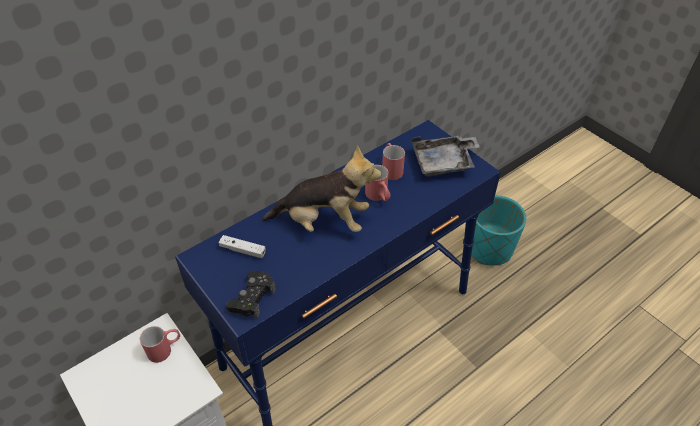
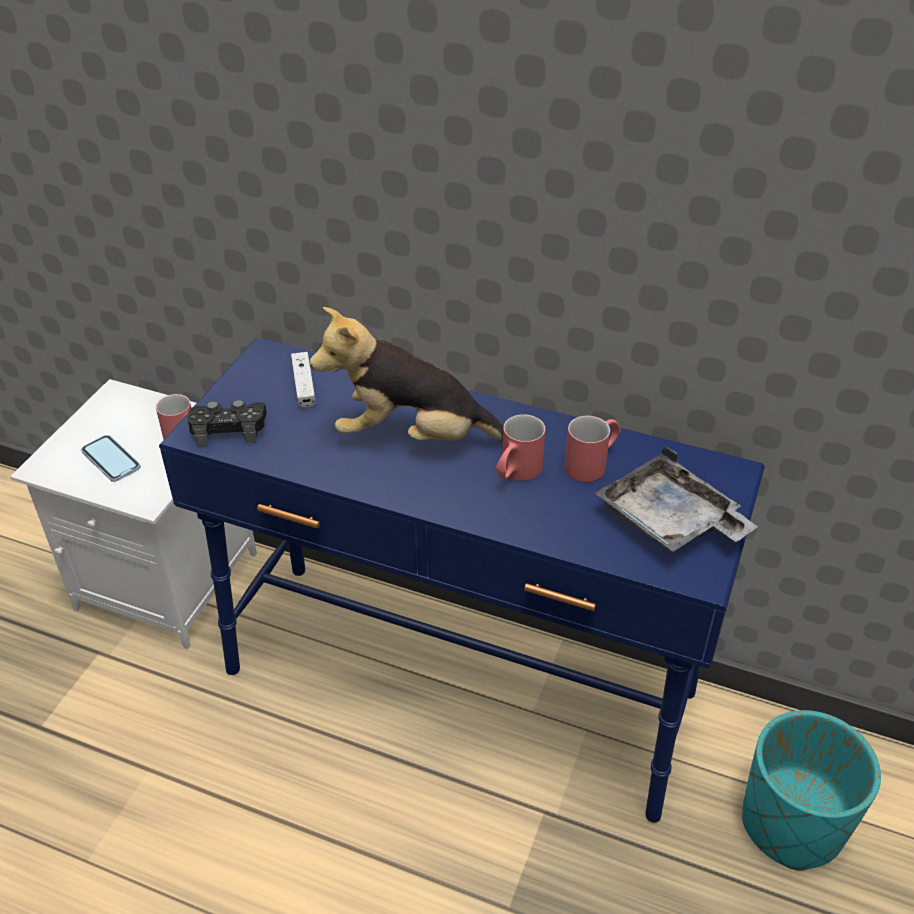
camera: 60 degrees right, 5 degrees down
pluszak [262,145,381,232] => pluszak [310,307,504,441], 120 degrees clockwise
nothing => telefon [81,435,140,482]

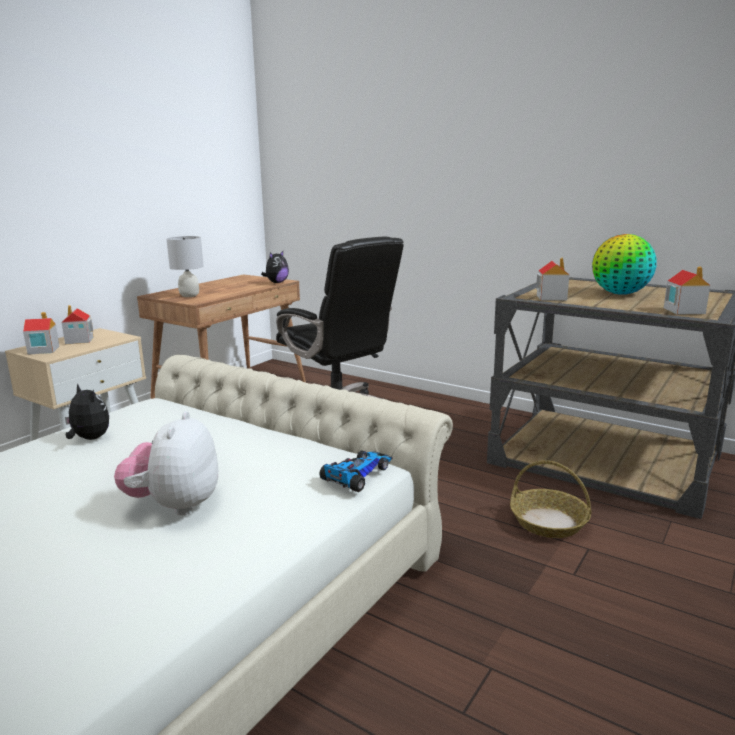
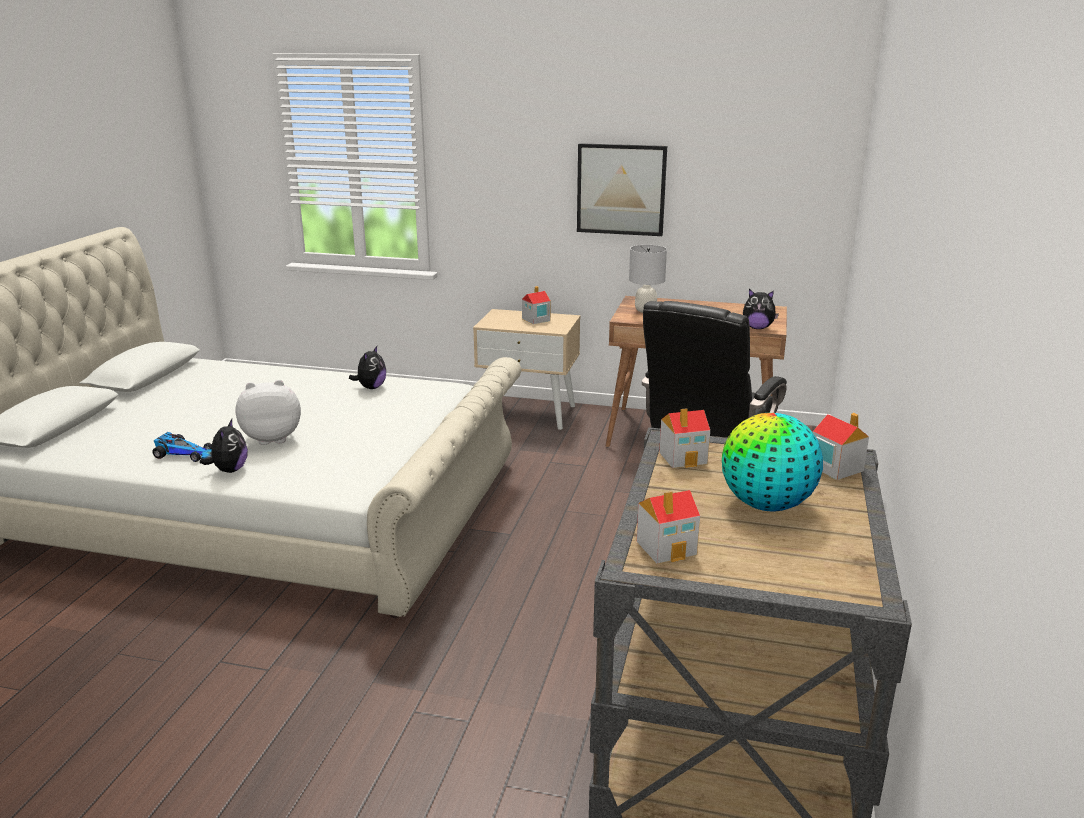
camera: 70 degrees right, 5 degrees up
domek [23,312,60,355] => domek [813,413,869,480], shifted
samochodzik [319,450,392,492] => samochodzik [153,432,212,462], shifted
koszyk [510,460,592,538] => nothing
nothing => obraz [577,143,667,236]
nothing => pluszak [200,419,248,473]

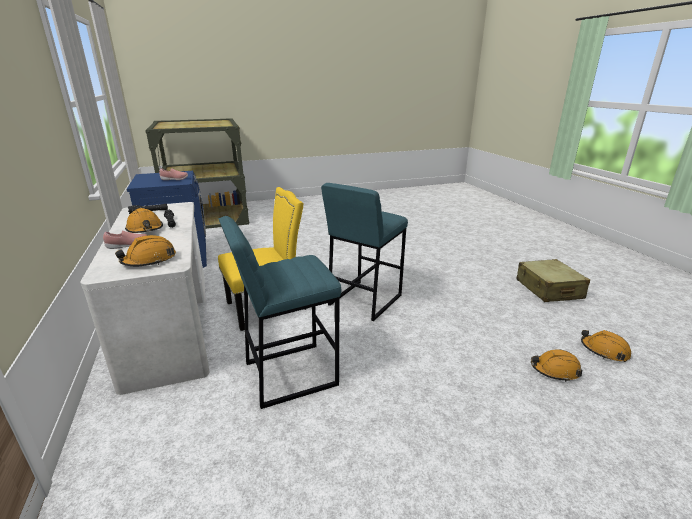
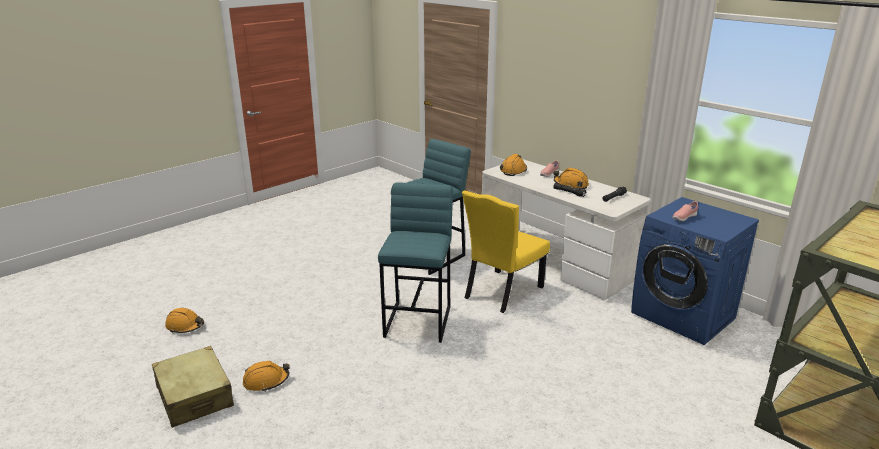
camera: 155 degrees right, 0 degrees up
kask/pomarańczowy [531,349,582,382] => kask/pomarańczowy [243,361,290,392], shifted

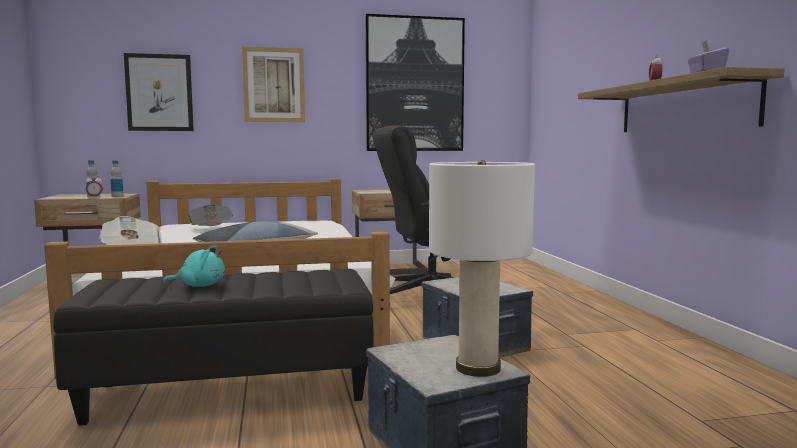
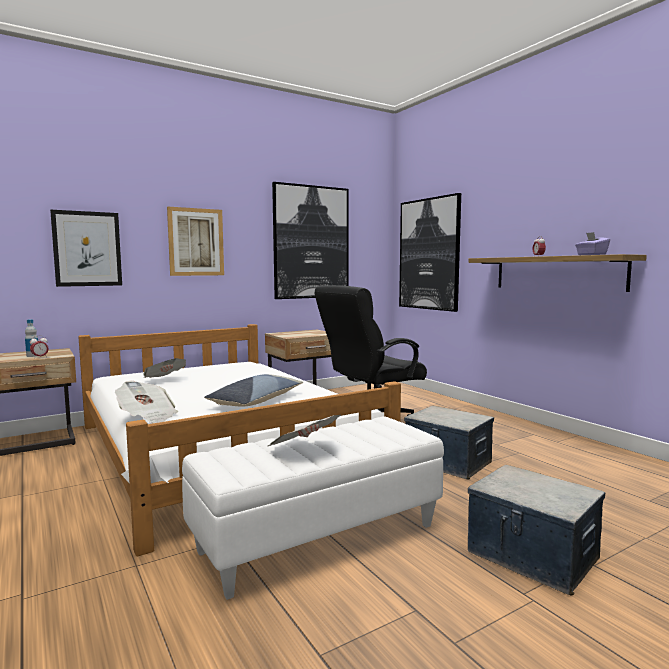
camera: 20 degrees left, 0 degrees up
butelka [111,160,124,197] => nothing
lampa stołowa/biały [429,160,535,377] => nothing
pluszak/turkusowy [162,246,225,287] => gazeta [268,415,341,446]
pufa/czarny [53,269,374,426] => pufa/biały [182,416,444,600]
nothing => obraz [399,193,461,312]

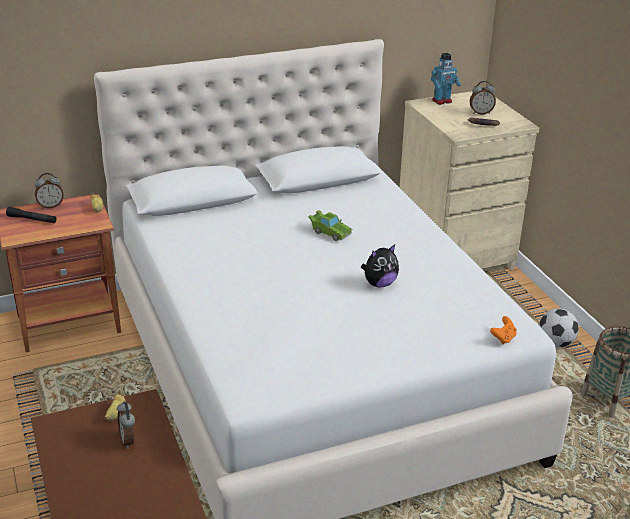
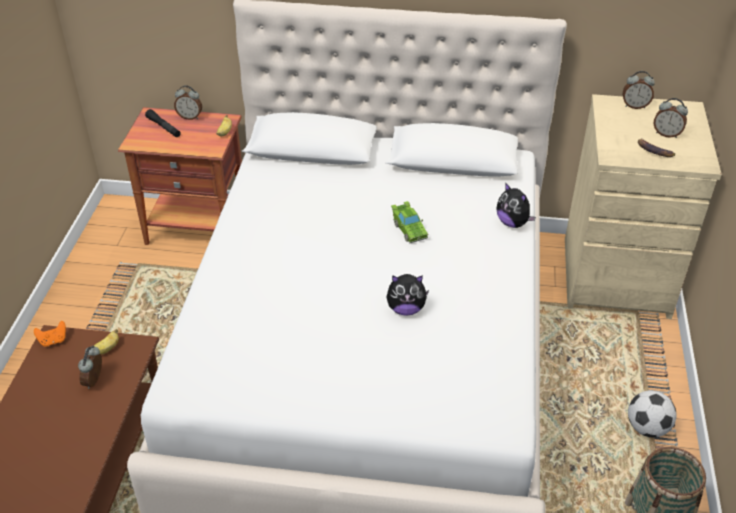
camera: 30 degrees right, 10 degrees up
robot zabawkowy [431,53,461,105] => budzik [623,71,655,109]
pad do gier/pomarańczowy [490,316,517,345] => pad do gier/pomarańczowy [34,321,66,346], shifted
nothing => pluszak [496,182,536,228]

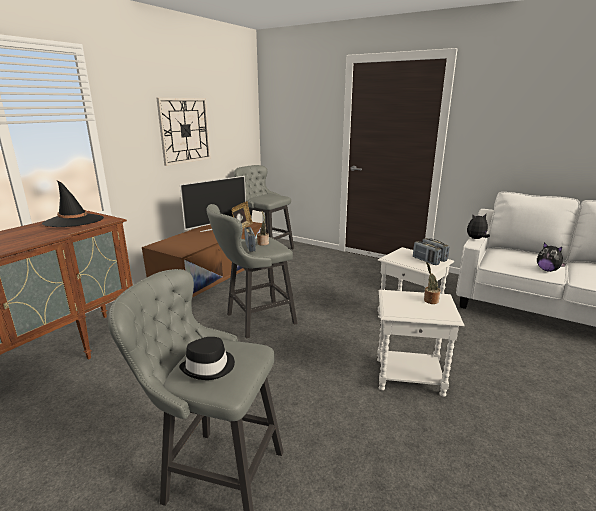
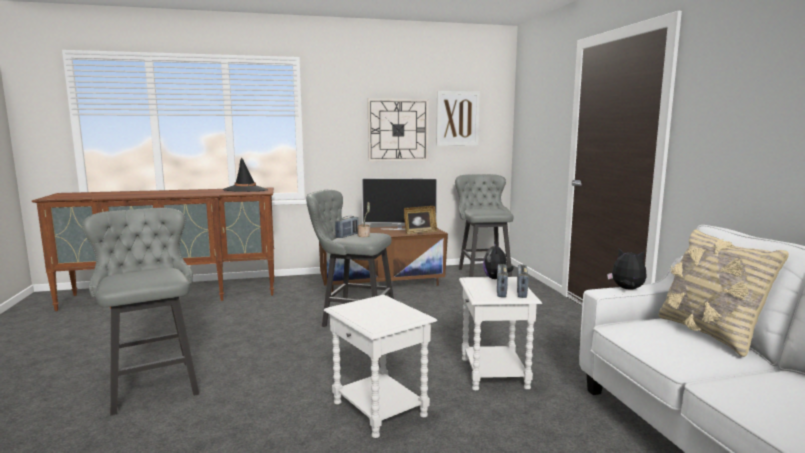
camera: 45 degrees right, 10 degrees down
pluszak [537,242,567,272] => pluszak [483,242,514,279], shifted
roślina doniczkowa [424,262,440,304] => nothing
kapelusz/czarny [179,337,235,380] => nothing
nothing => obraz [436,91,480,146]
nothing => poduszka/beżowy [659,229,789,357]

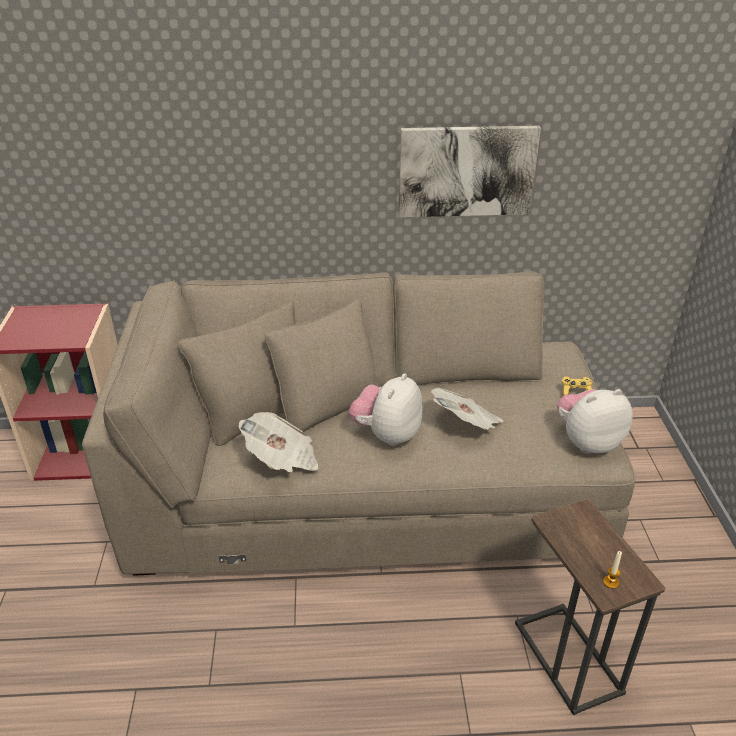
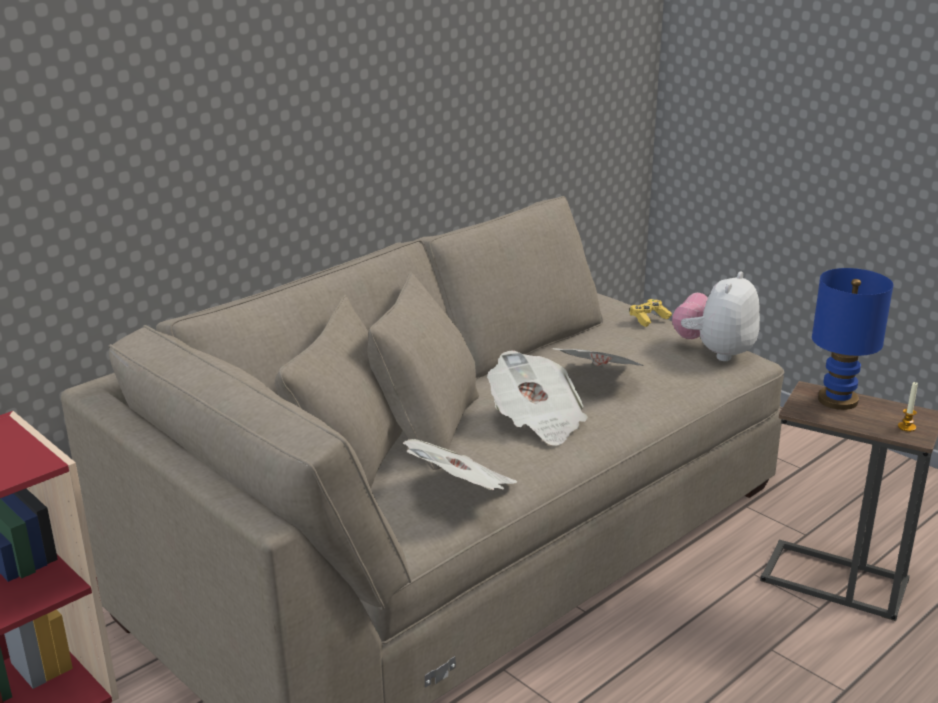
camera: 40 degrees left, 10 degrees down
obraz [399,126,541,217] => nothing
pluszak [349,373,423,446] => gazeta [487,350,588,446]
nothing => lampa stołowa/niebieski [812,268,893,410]

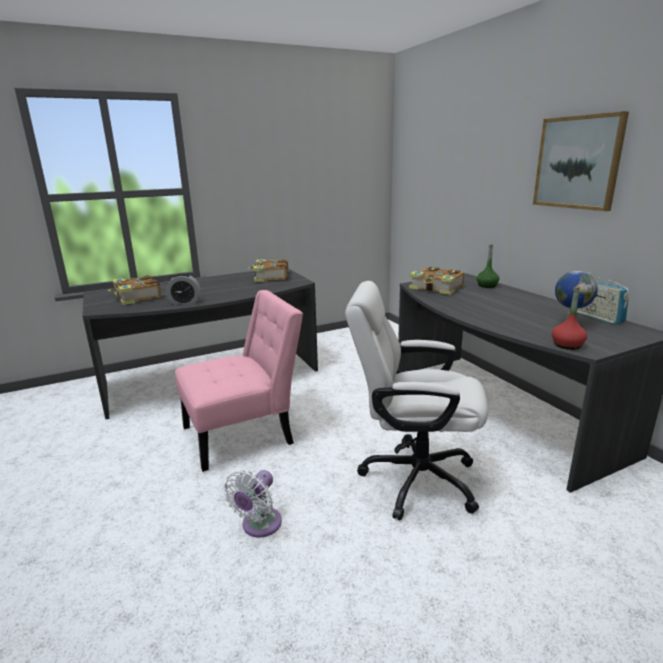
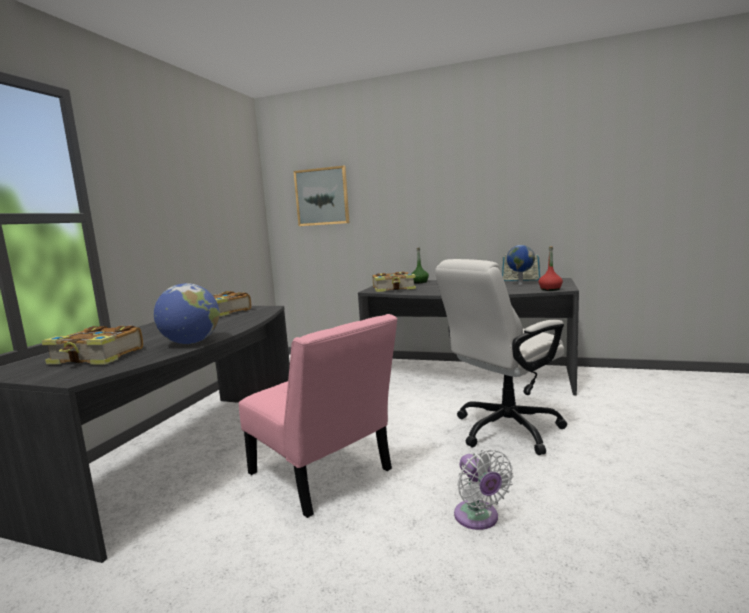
camera: 45 degrees left, 10 degrees down
obraz [533,111,629,211] => obraz [294,166,350,226], shifted
budzik [166,273,200,305] => globus [154,283,219,344]
krzesło/różowy [175,290,303,472] => krzesło/różowy [239,314,398,518], 120 degrees clockwise

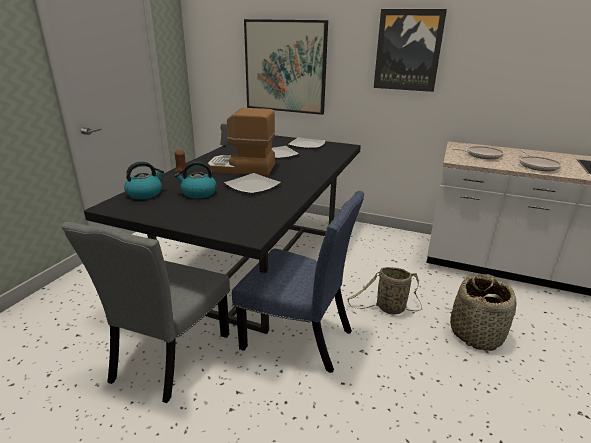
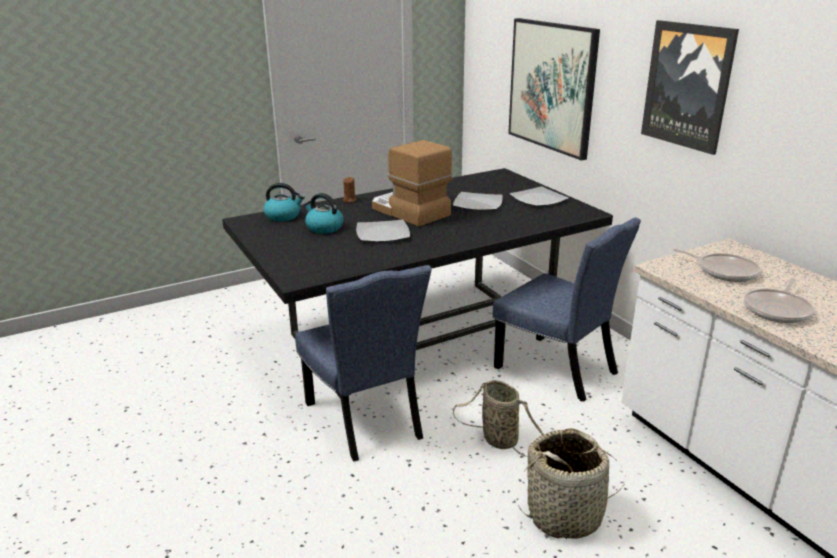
camera: 40 degrees right, 0 degrees up
krzesło/szary [61,222,230,403] => nothing
nothing => krzesło/niebieski [492,218,641,401]

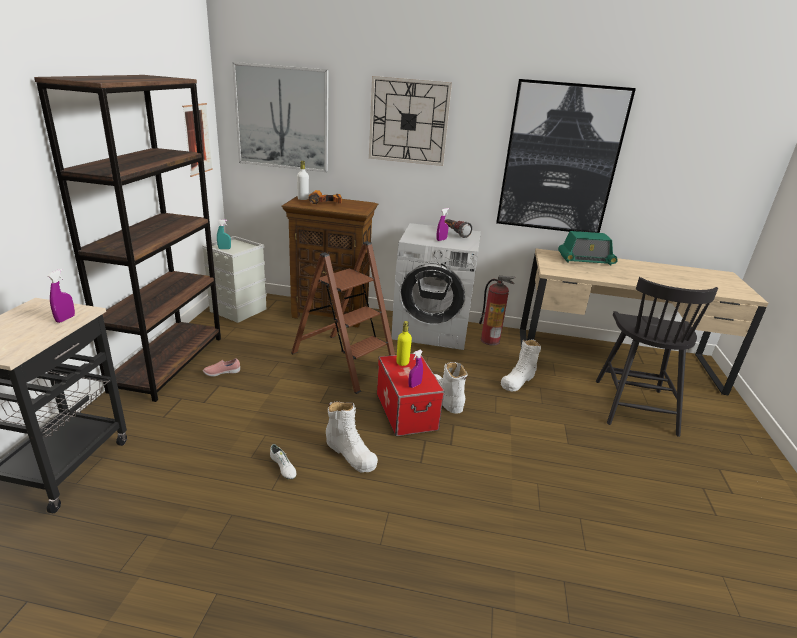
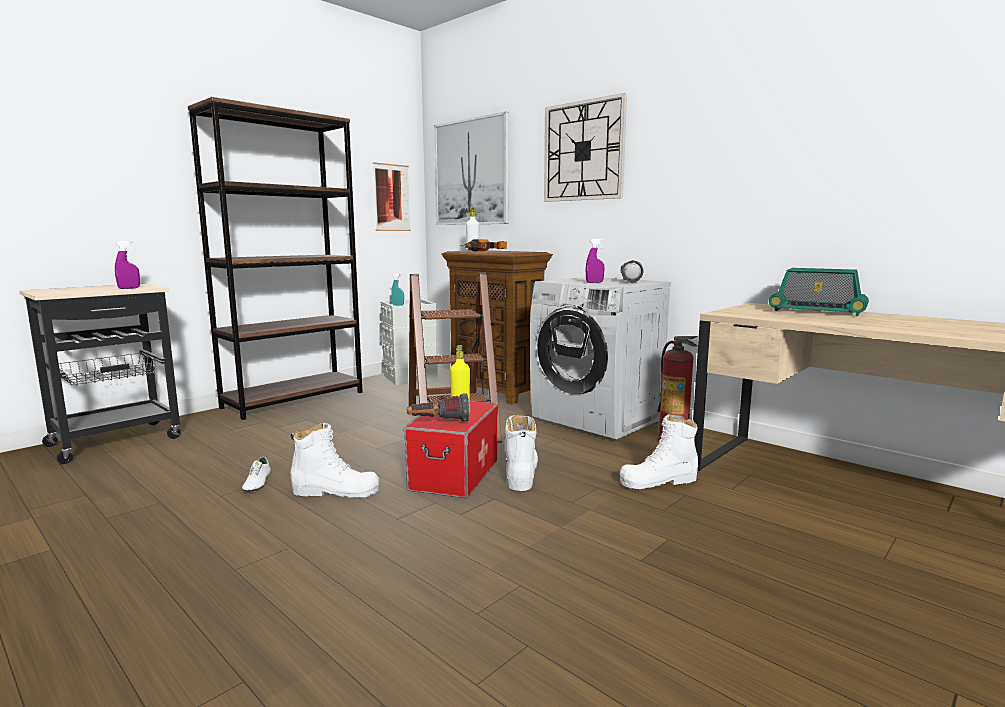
camera: 35 degrees right, 15 degrees down
obraz [496,79,636,233] => nothing
krzesło/czarny [596,277,718,437] => nothing
spryskiwacz/fioletowy [408,350,423,388] => latarka [407,393,470,422]
but/różowy [203,358,240,377] => nothing
but z cholewką/biały [326,402,378,473] => but z cholewką/biały [290,423,379,497], 75 degrees counterclockwise

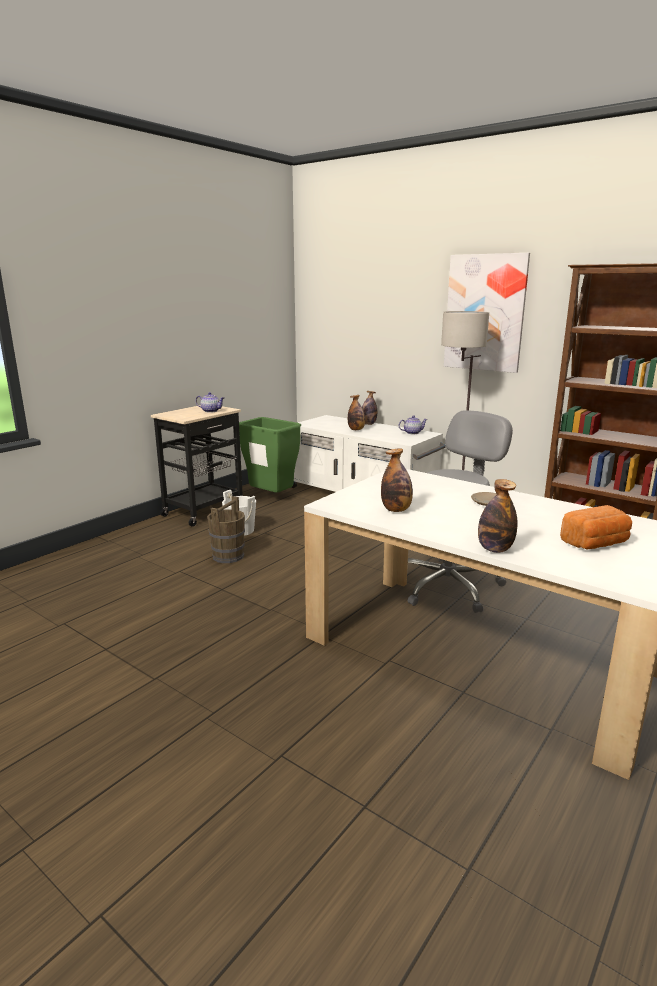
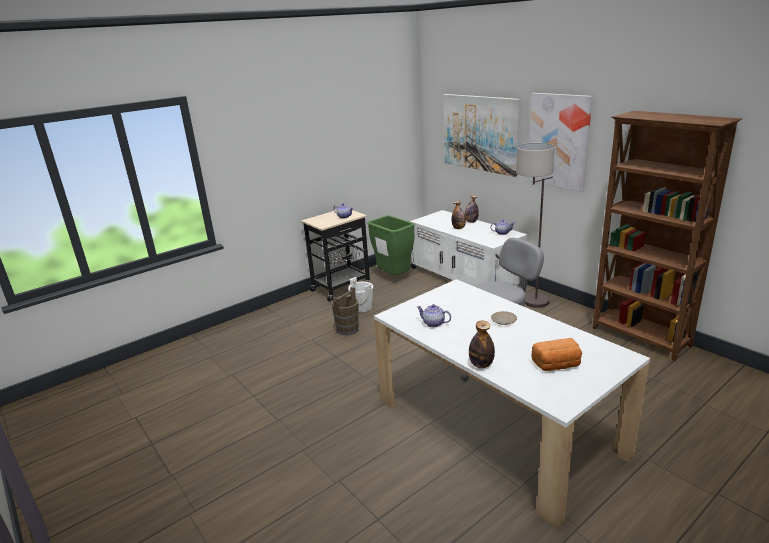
camera: 15 degrees right, 5 degrees up
butelka [381,448,413,512] => imbryk [417,304,451,327]
nothing => obraz [443,94,520,177]

